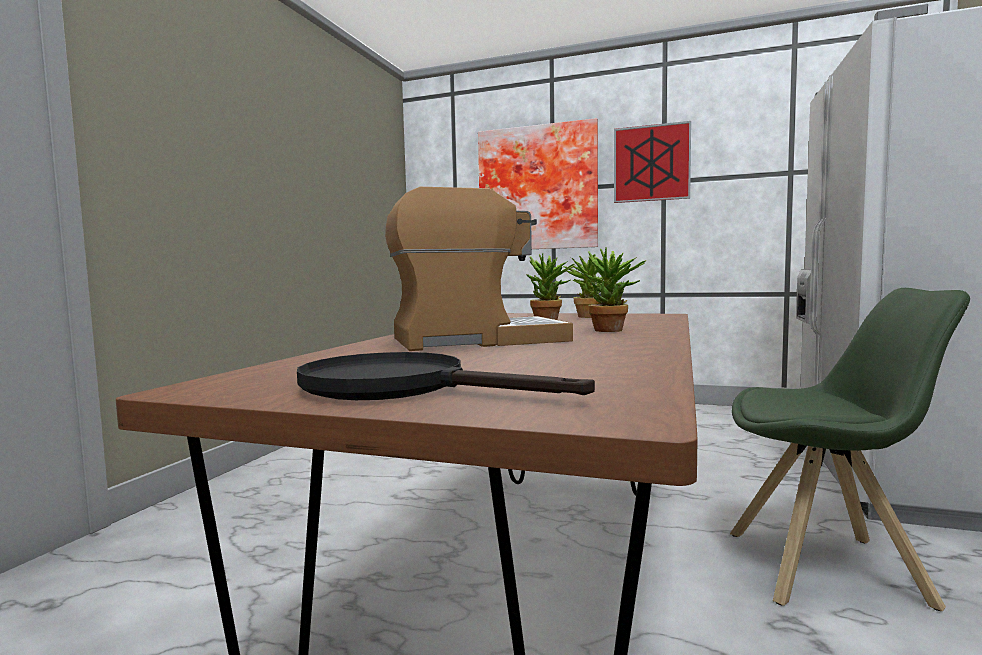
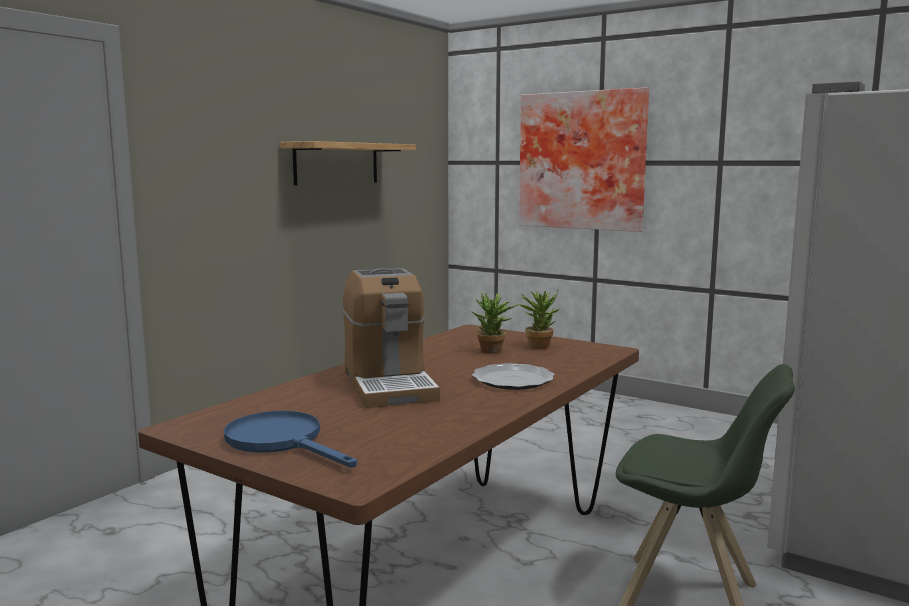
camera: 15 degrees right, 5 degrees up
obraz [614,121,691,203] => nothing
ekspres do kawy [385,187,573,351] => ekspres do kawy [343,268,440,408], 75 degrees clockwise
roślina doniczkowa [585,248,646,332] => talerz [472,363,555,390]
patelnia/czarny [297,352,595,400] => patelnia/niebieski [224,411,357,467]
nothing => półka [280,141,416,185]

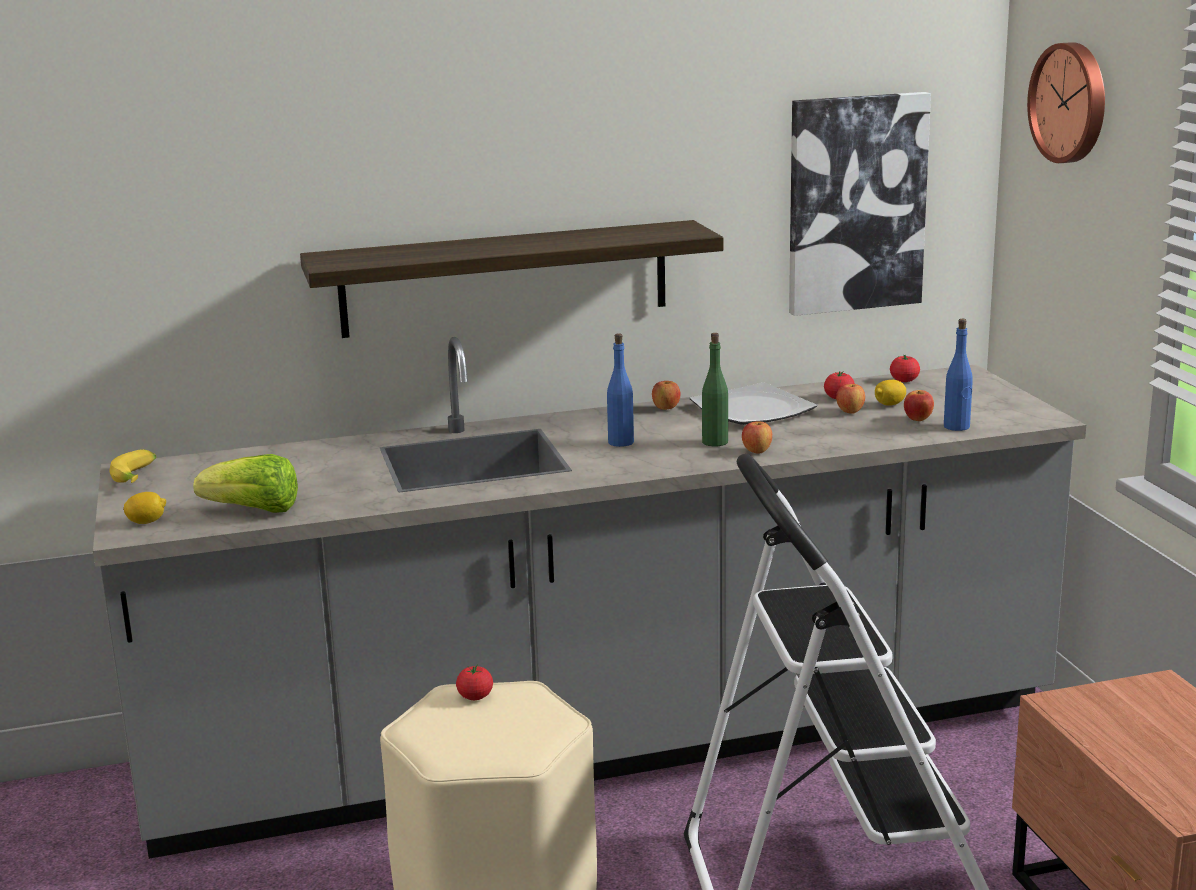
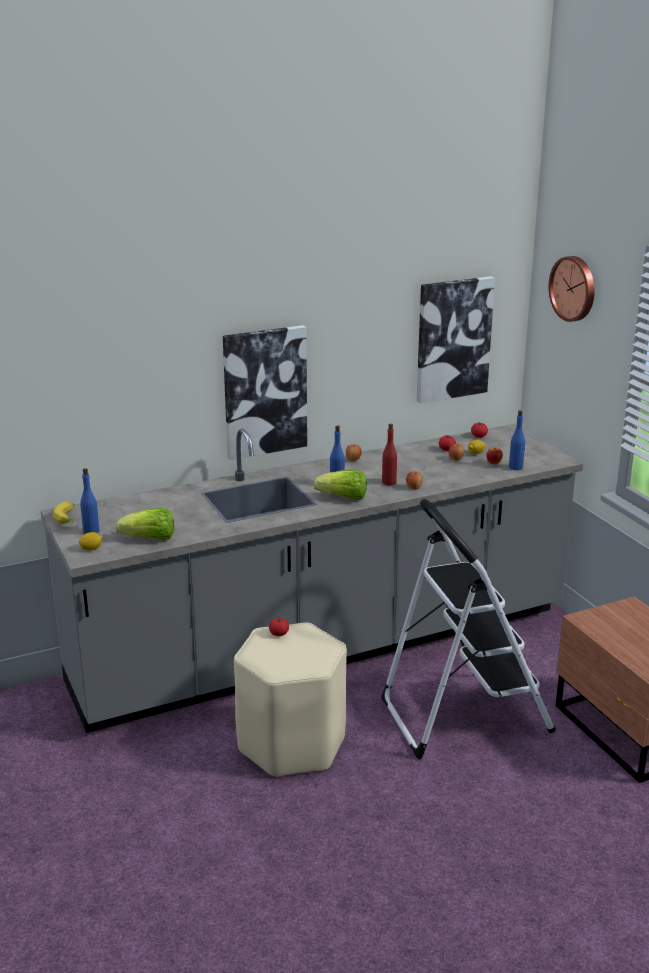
camera: 10 degrees left, 5 degrees up
półka [300,220,723,338] => obraz [223,325,307,460]
butelka/zielony [702,333,728,446] => butelka/czerwony [382,424,397,485]
talerz [690,382,817,425] => nothing
nothing => butelka/niebieski [80,468,100,534]
nothing => sałata [314,470,367,500]

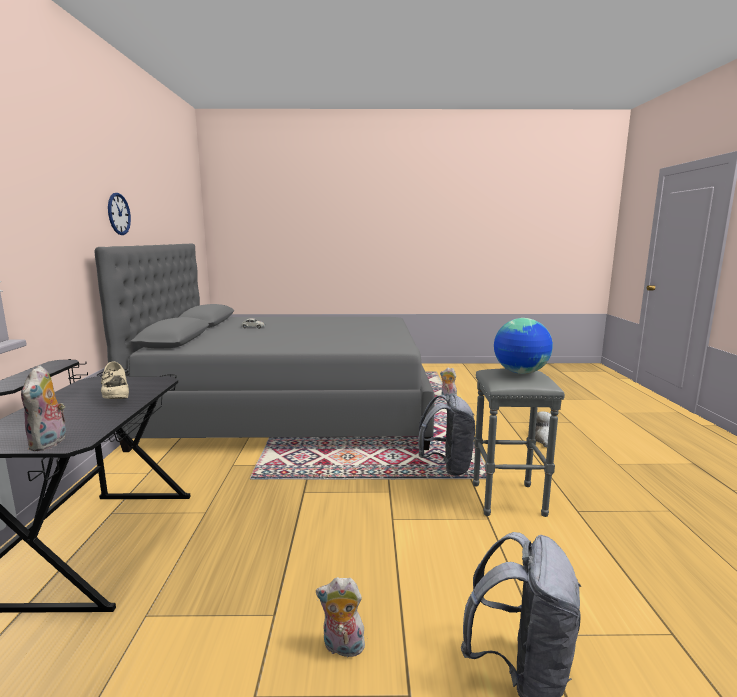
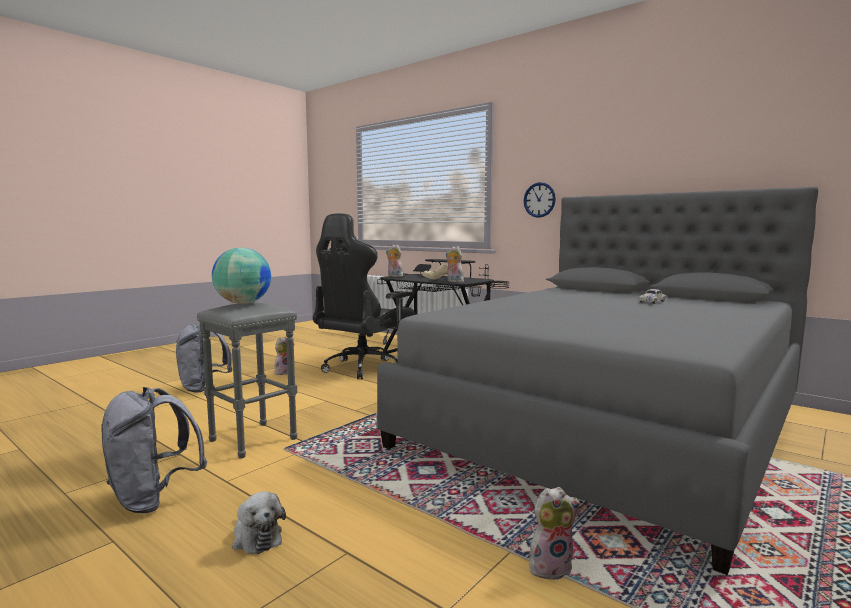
camera: 130 degrees right, 5 degrees down
zegar ścienny [108,193,131,235] => zegar ścienny [524,182,556,218], shifted
plecak/szary [418,394,475,476] => plecak/szary [101,387,207,513], shifted
nothing => krzesło biurowe/czarny [313,213,415,379]
nothing => pluszak [446,246,464,282]

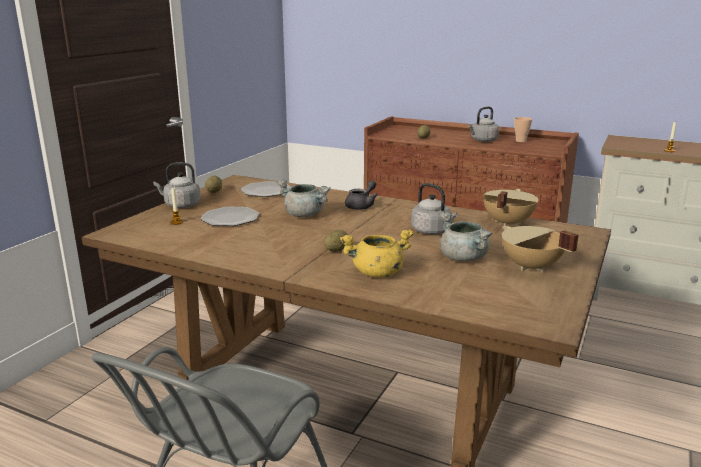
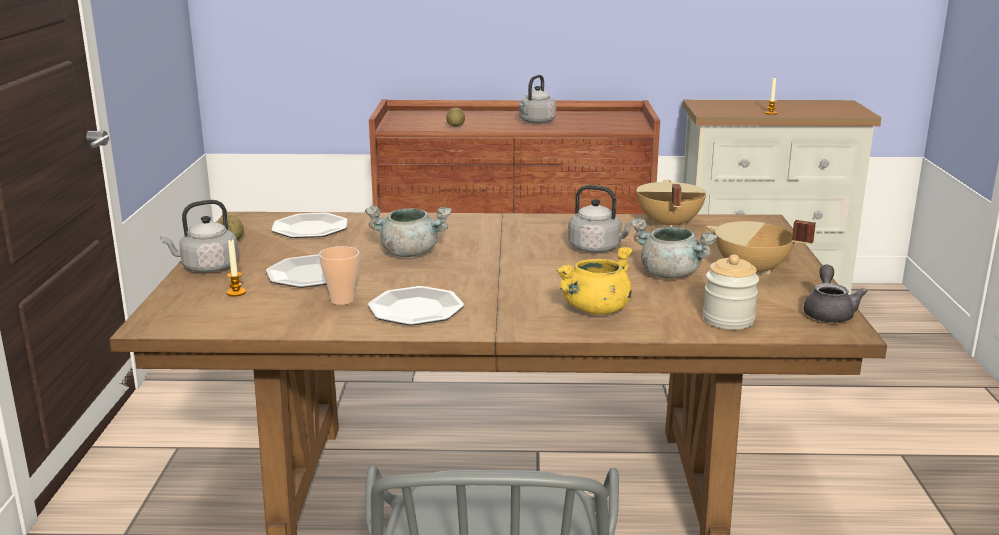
camera: 25 degrees left, 0 degrees up
filiżanka [514,117,532,142] => filiżanka [319,246,360,305], shifted
imbryk/szary [345,180,378,210] => imbryk/szary [803,265,868,323], shifted
ziemniak [324,230,348,252] => nothing
nothing => słoik [703,254,759,330]
nothing => talerz [367,286,464,325]

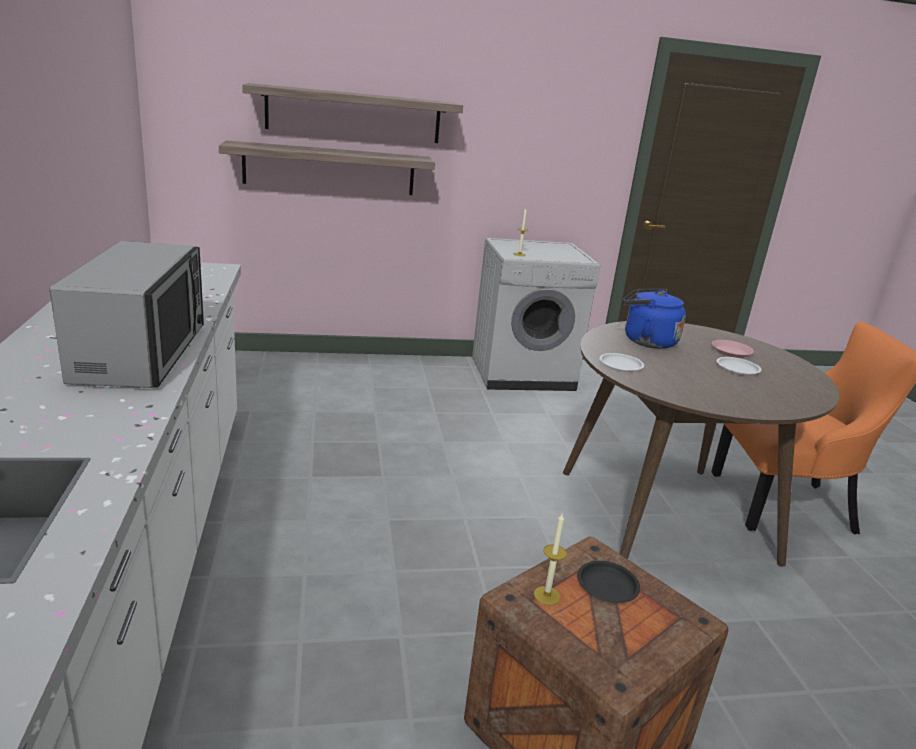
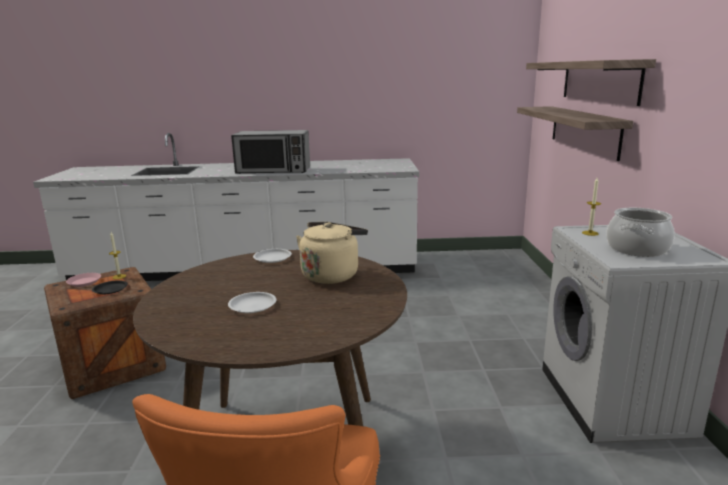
camera: 100 degrees right, 5 degrees down
czajnik/niebieski [623,289,686,349] => czajnik/beżowy [296,222,368,284]
talerz/różowy [712,340,754,358] => talerz/różowy [66,273,101,287], shifted
nothing => garnek [606,208,675,257]

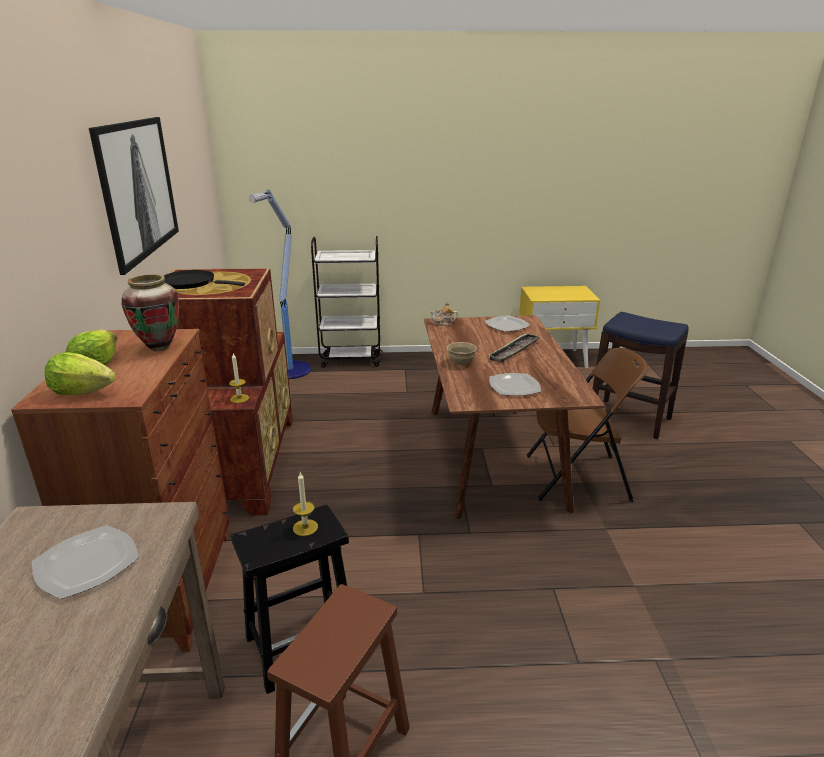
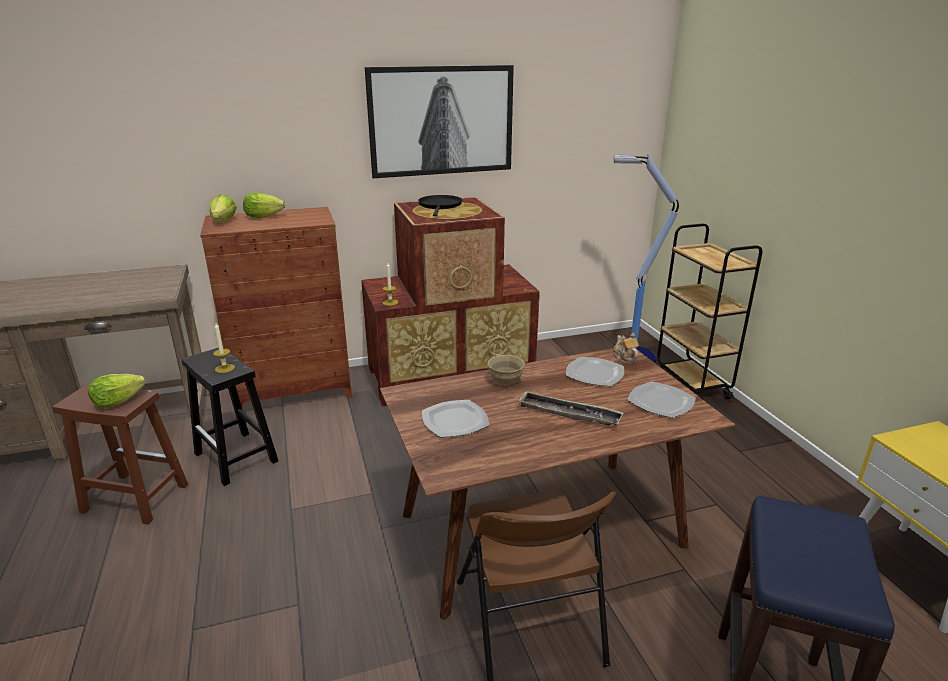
camera: 75 degrees right, 0 degrees up
wózek/biały [311,236,383,368] => wózek/brązowy [657,224,762,400]
wazon [122,274,179,351] => nothing
talerz [32,525,139,599] => talerz [566,357,624,386], shifted
nothing => sałata [88,374,146,408]

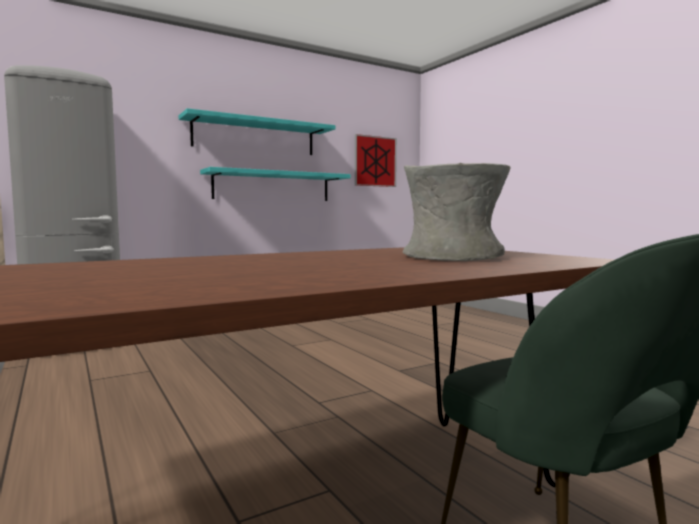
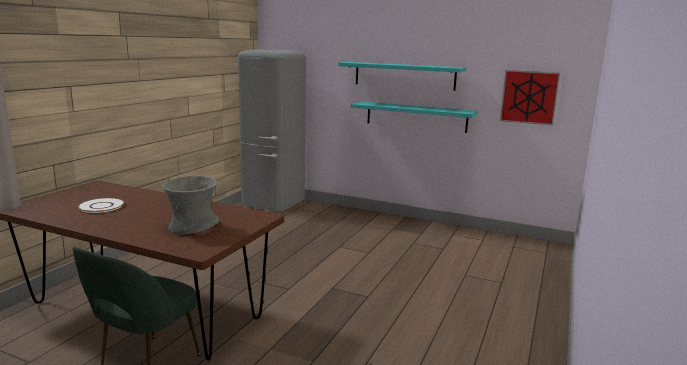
camera: 55 degrees right, 10 degrees up
nothing => talerz/biały [78,198,125,213]

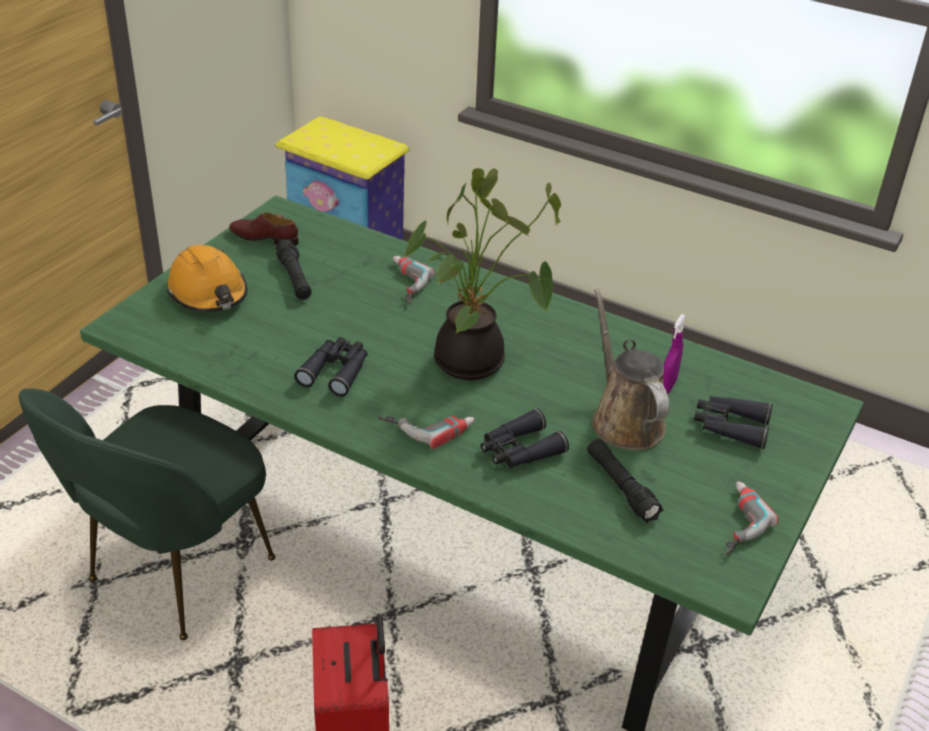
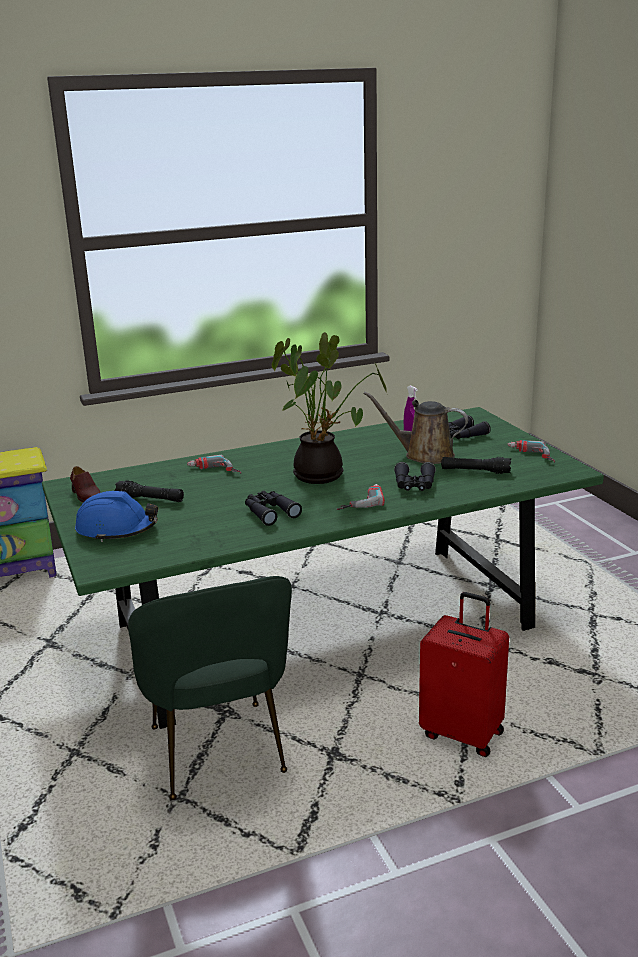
camera: 50 degrees left, 15 degrees down
but/brązowy [229,212,299,246] => but/brązowy [70,466,101,503], 90 degrees counterclockwise
kask/pomarańczowy [167,245,247,312] => kask/niebieski [75,491,158,542]

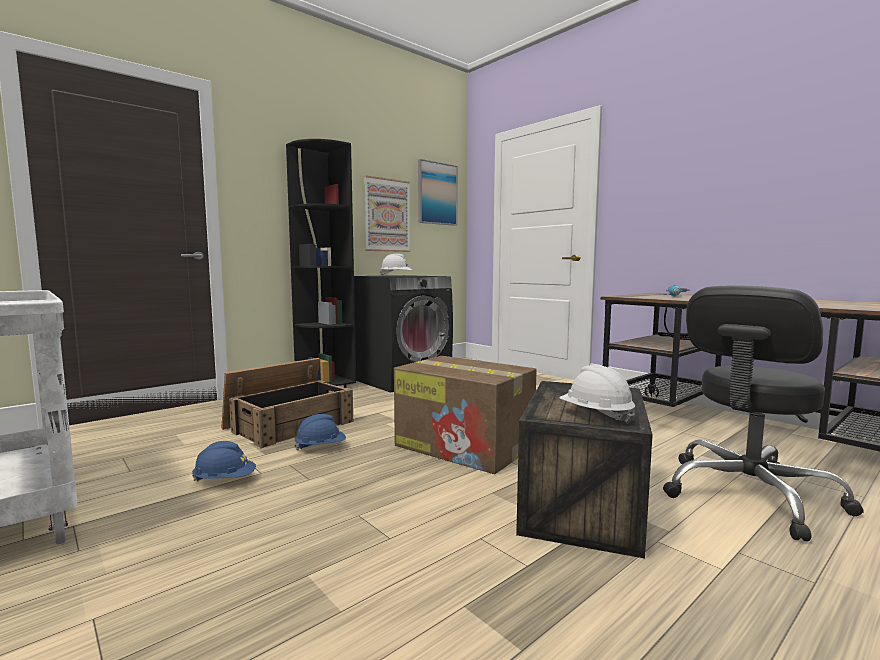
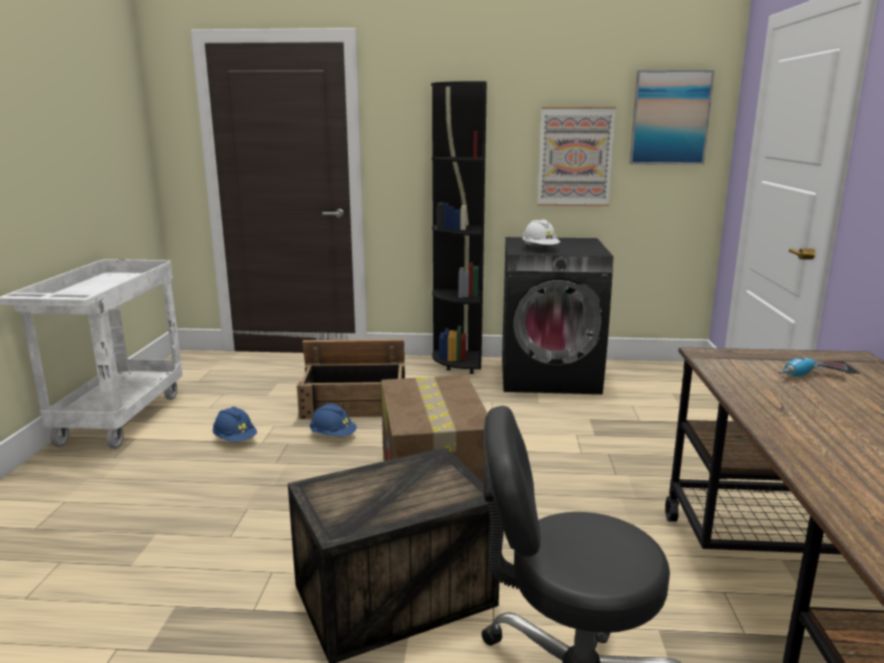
camera: 45 degrees right, 10 degrees up
kask/biały [559,365,635,425] => nothing

